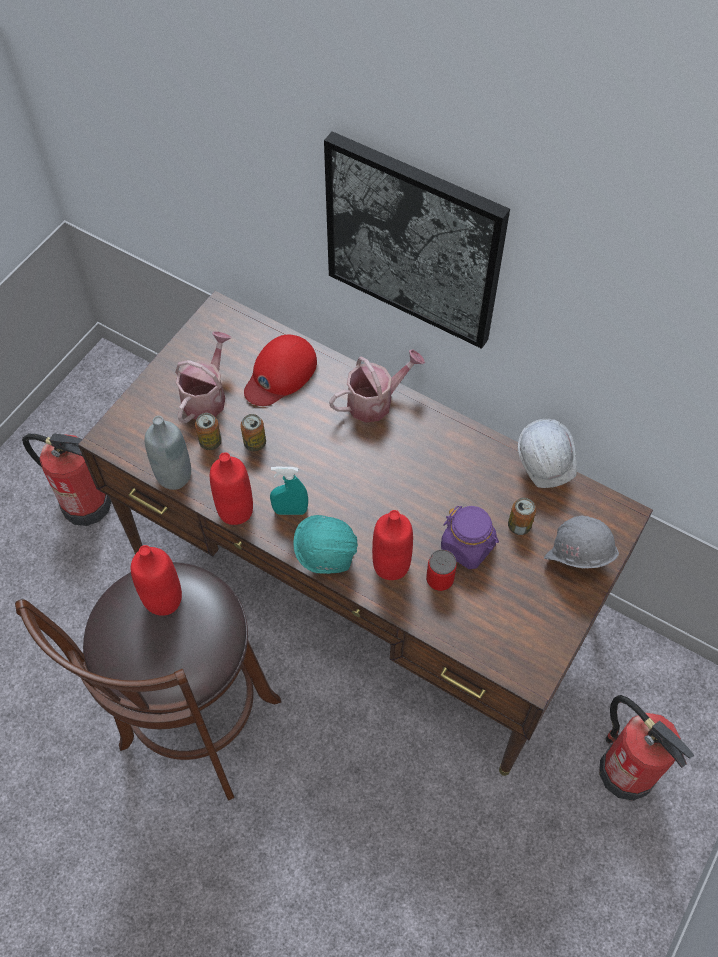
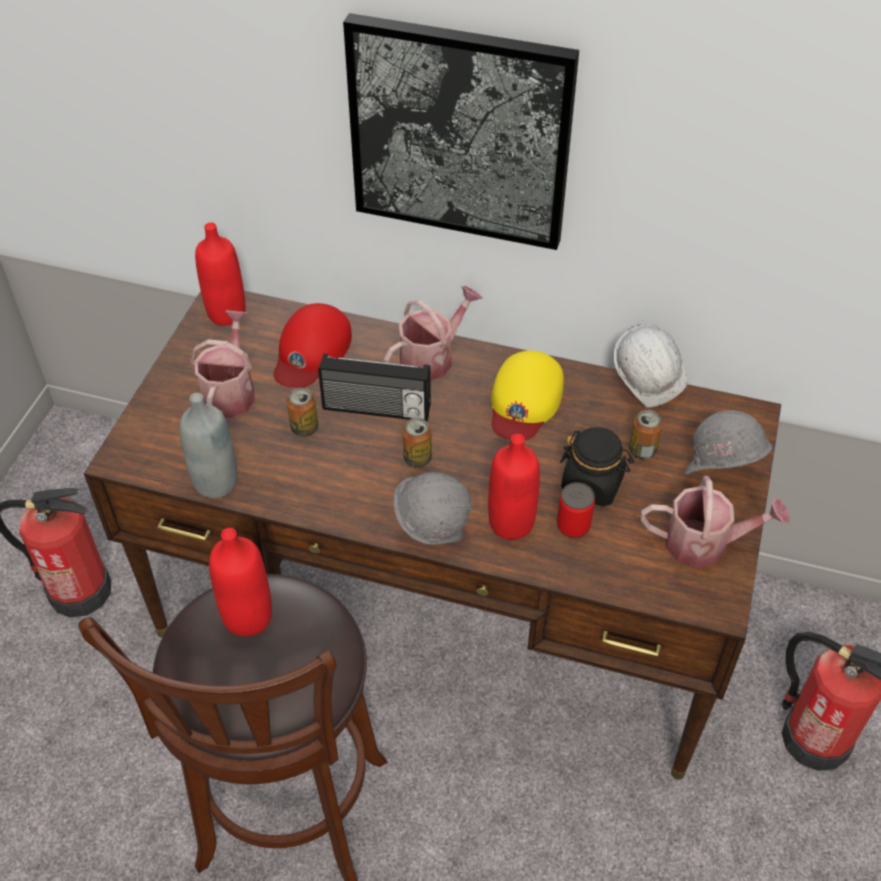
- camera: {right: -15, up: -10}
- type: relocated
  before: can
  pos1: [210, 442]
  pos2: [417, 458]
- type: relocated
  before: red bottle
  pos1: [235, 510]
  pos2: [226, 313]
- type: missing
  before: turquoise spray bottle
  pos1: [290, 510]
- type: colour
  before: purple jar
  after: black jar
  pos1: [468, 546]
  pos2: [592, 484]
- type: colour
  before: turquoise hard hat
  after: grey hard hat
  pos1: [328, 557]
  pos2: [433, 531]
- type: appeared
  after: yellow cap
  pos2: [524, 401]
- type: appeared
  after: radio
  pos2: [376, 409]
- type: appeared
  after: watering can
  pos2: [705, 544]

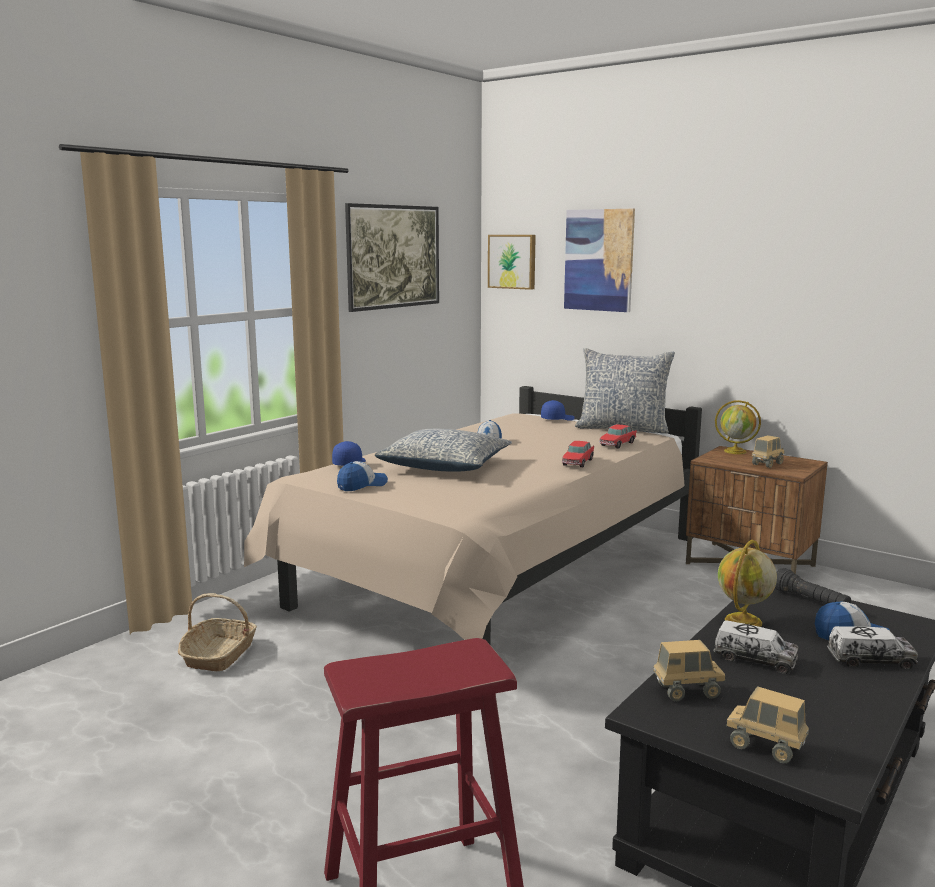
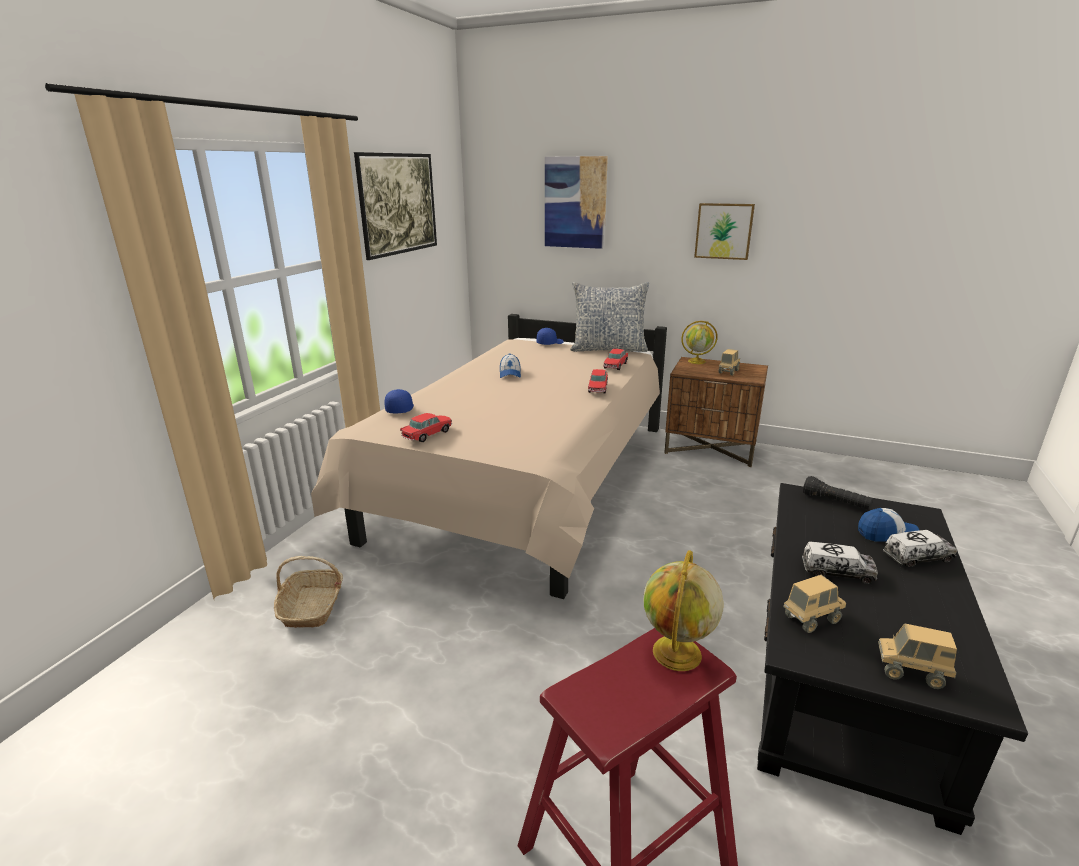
- camera: {right: -15, up: 10}
- type: relocated
  before: picture
  pos1: [512, 261]
  pos2: [724, 231]
- type: missing
  before: pillow
  pos1: [445, 466]
- type: exchanged
  before: cap
  after: toy car
  pos1: [362, 485]
  pos2: [428, 434]
- type: relocated
  before: globe
  pos1: [743, 622]
  pos2: [677, 654]

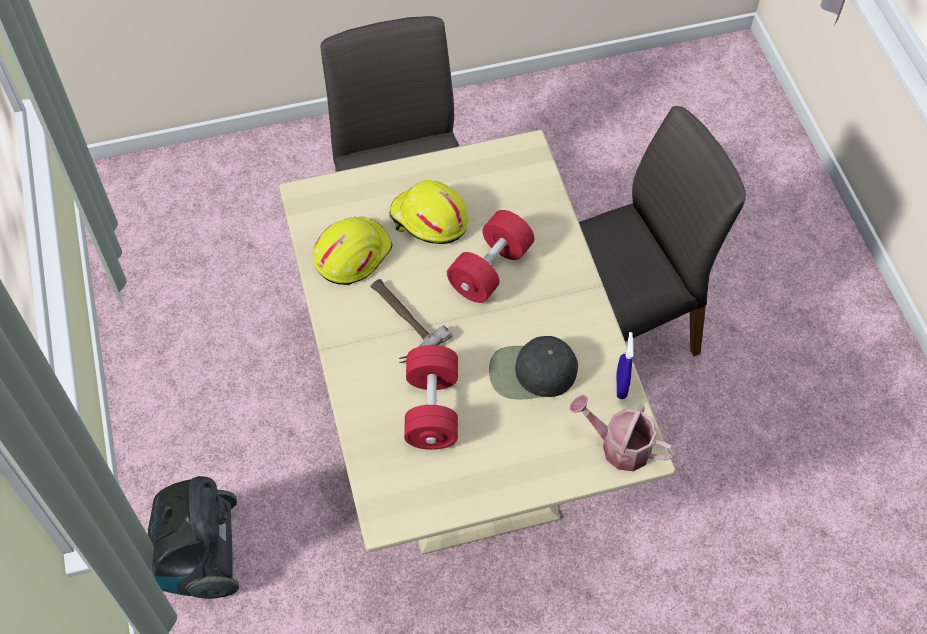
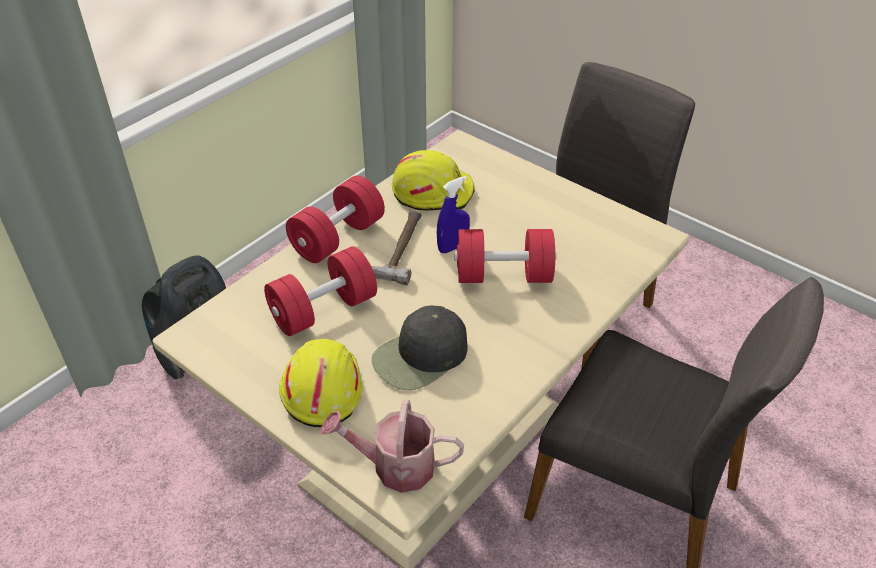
- camera: {right: 55, up: -15}
- type: relocated
  before: yellow hard hat
  pos1: [429, 220]
  pos2: [320, 389]
- type: relocated
  before: blue spray bottle
  pos1: [621, 386]
  pos2: [453, 247]
- type: spun
  before: black cap
  pos1: [531, 373]
  pos2: [420, 356]
  turn: -90
- type: spun
  before: watering can
  pos1: [619, 446]
  pos2: [395, 466]
  turn: -75
- type: appeared
  after: red dumbbell
  pos2: [338, 238]

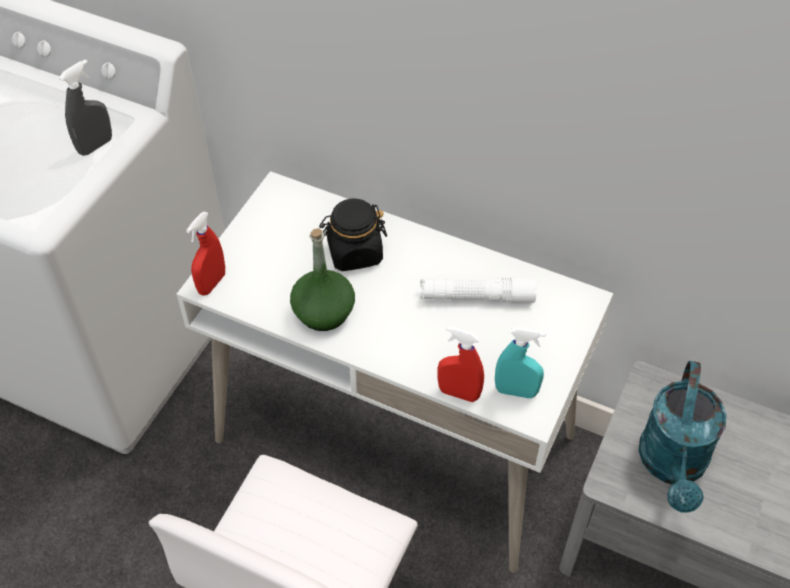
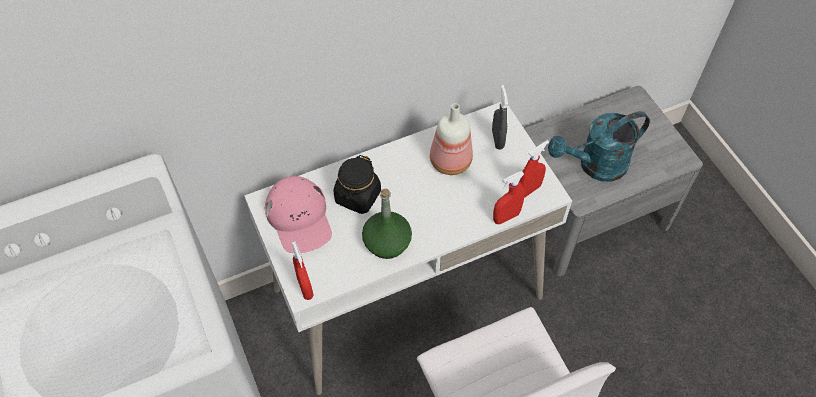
- camera: {right: -50, up: 5}
- type: relocated
  before: grey spray bottle
  pos1: [95, 146]
  pos2: [497, 139]
- type: exchanged
  before: white flashlight
  after: bottle
  pos1: [476, 297]
  pos2: [449, 161]
- type: colour
  before: turquoise spray bottle
  after: red spray bottle
  pos1: [516, 391]
  pos2: [528, 190]
- type: spun
  before: turquoise watering can
  pos1: [673, 466]
  pos2: [595, 166]
  turn: 105
- type: appeared
  after: pink cap
  pos2: [299, 218]

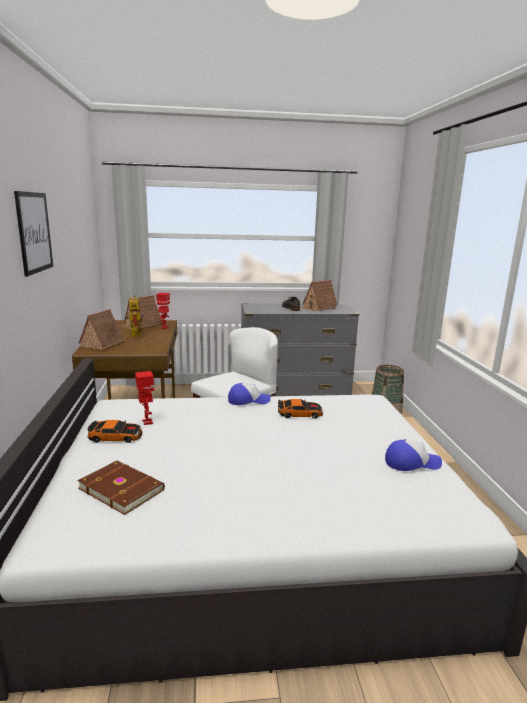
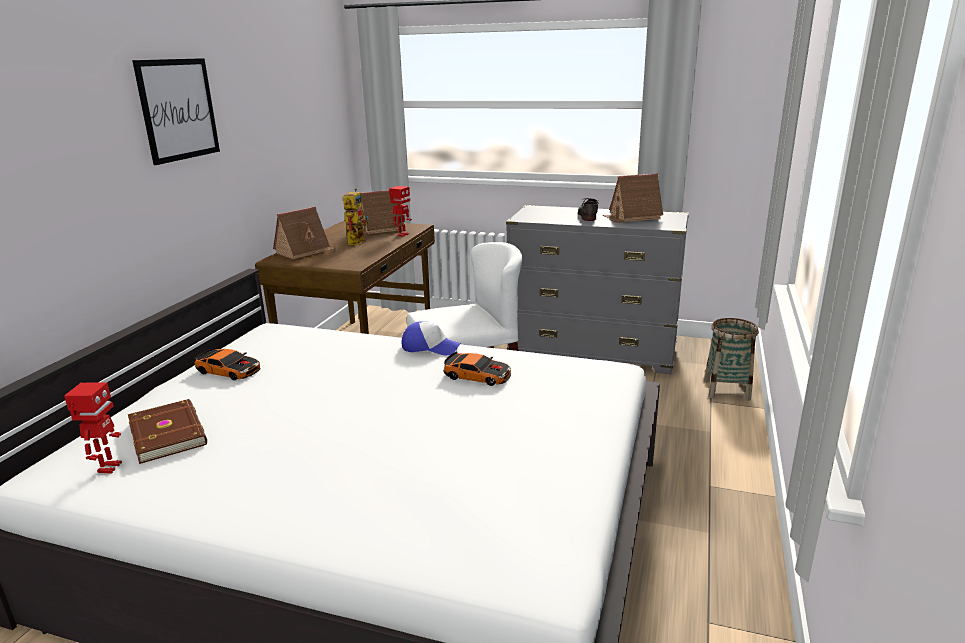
- camera: {right: 25, up: 5}
- type: relocated
  before: toy robot
  pos1: [147, 422]
  pos2: [108, 468]
- type: missing
  before: cap
  pos1: [411, 463]

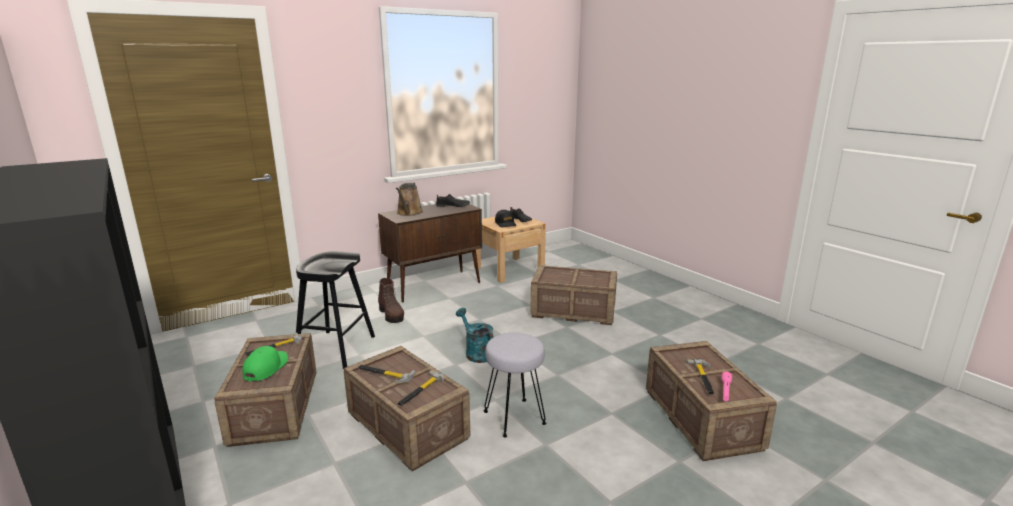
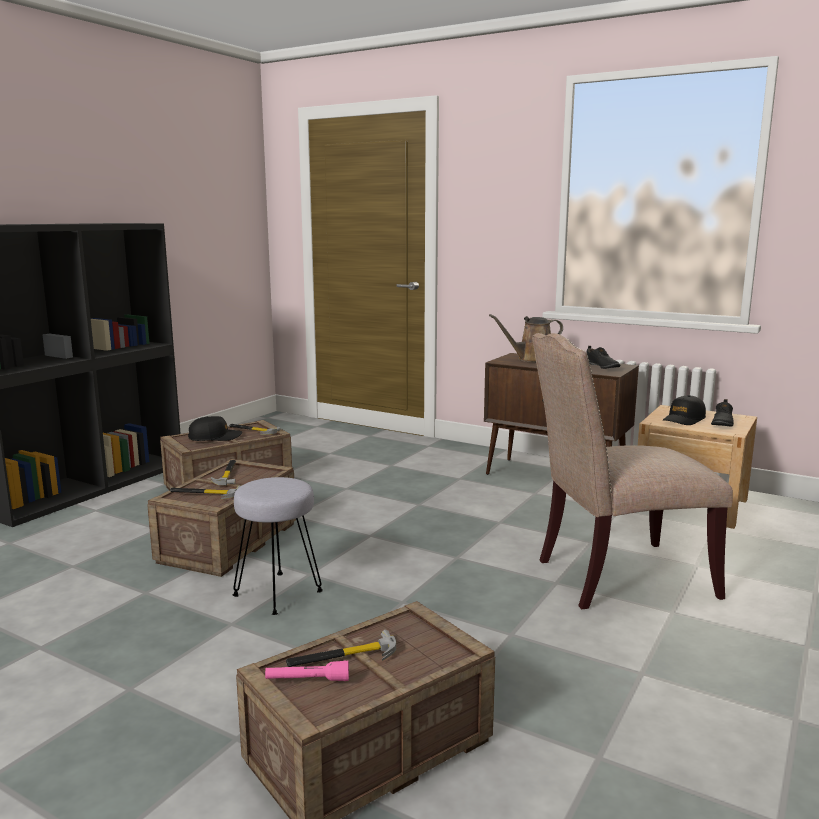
- camera: {right: 65, up: -5}
- type: missing
  before: black stool
  pos1: [336, 349]
- type: exchanged
  before: crate
  after: beige chair
  pos1: [573, 311]
  pos2: [617, 578]
- type: missing
  before: brown boot
  pos1: [391, 315]
- type: missing
  before: turquoise watering can
  pos1: [476, 353]
- type: colour
  before: green cap
  after: black cap
  pos1: [266, 368]
  pos2: [215, 437]

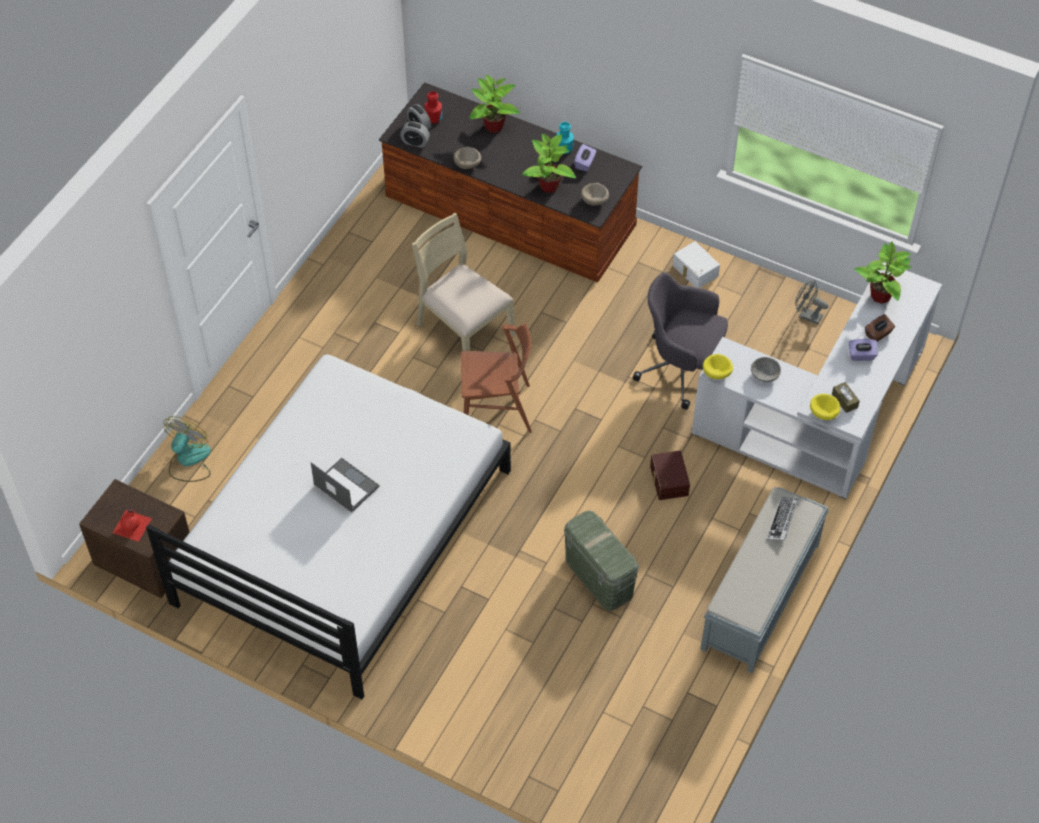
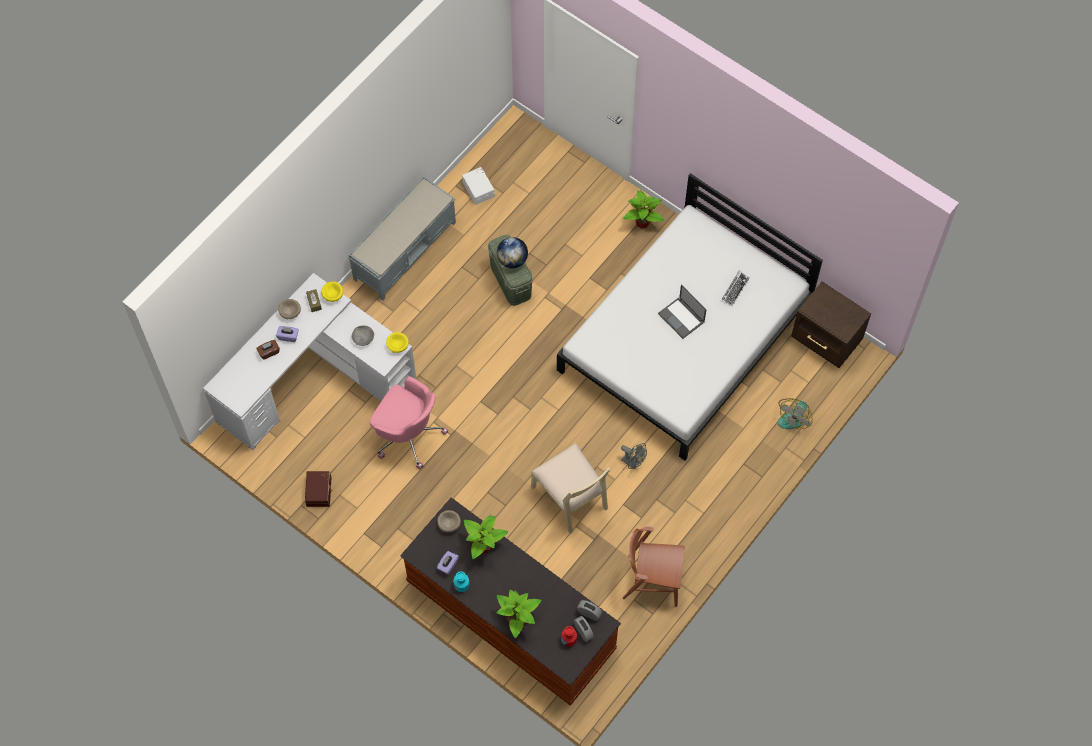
- camera: {right: -170, up: 10}
- type: relocated
  before: beige bowl
  pos1: [468, 164]
  pos2: [289, 312]
- type: relocated
  before: white storage box
  pos1: [694, 271]
  pos2: [479, 189]
- type: relocated
  before: potted plant
  pos1: [880, 296]
  pos2: [643, 222]
- type: colour
  before: grey office chair
  after: pink office chair
  pos1: [681, 369]
  pos2: [408, 434]
- type: relocated
  before: grey fan
  pos1: [806, 316]
  pos2: [633, 463]
- type: relocated
  before: brown chair
  pos1: [496, 409]
  pos2: [652, 580]
- type: relocated
  before: brown storage box
  pos1: [668, 481]
  pos2: [319, 491]
- type: relocated
  before: keyboard
  pos1: [782, 521]
  pos2: [735, 289]
- type: missing
  before: red bottle
  pos1: [133, 525]
- type: appeared
  after: globe
  pos2: [512, 260]

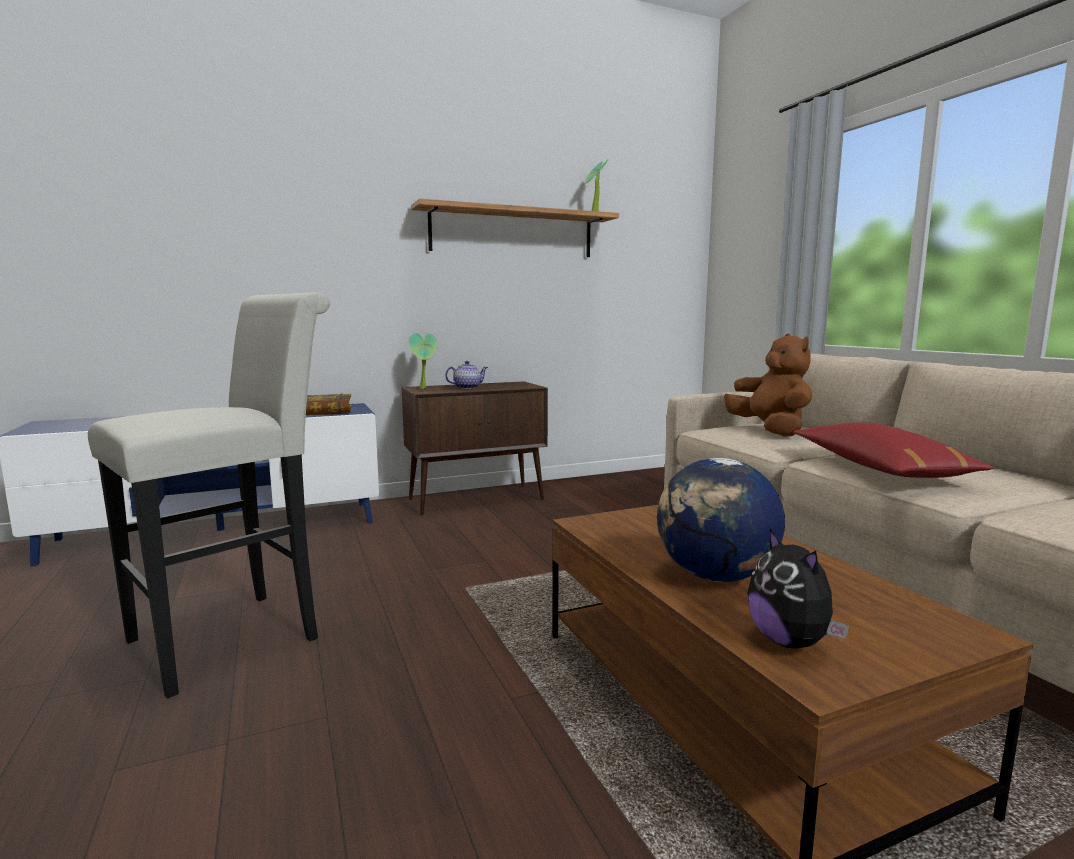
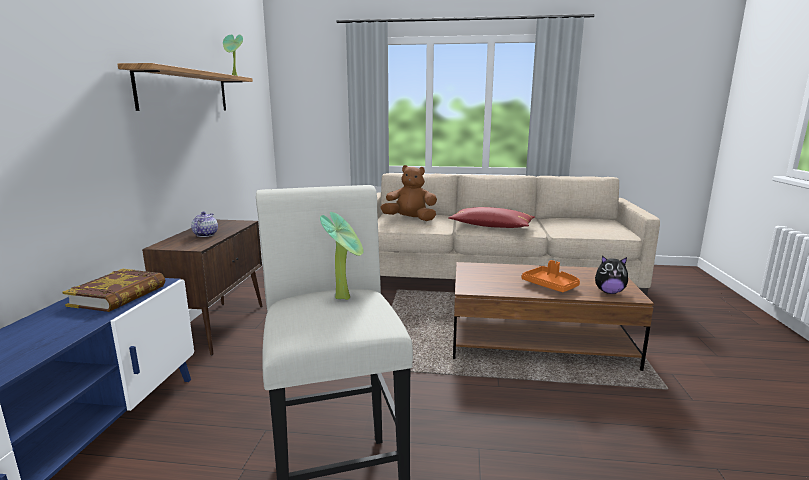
- camera: {right: -60, up: 5}
- type: relocated
  before: potted plant
  pos1: [424, 388]
  pos2: [345, 297]
- type: exchanged
  before: globe
  after: orange tray
  pos1: [715, 576]
  pos2: [551, 285]

